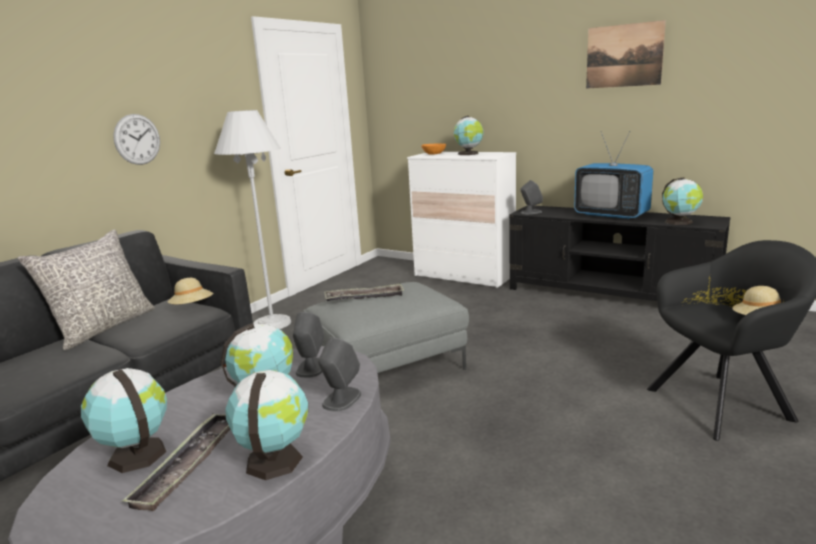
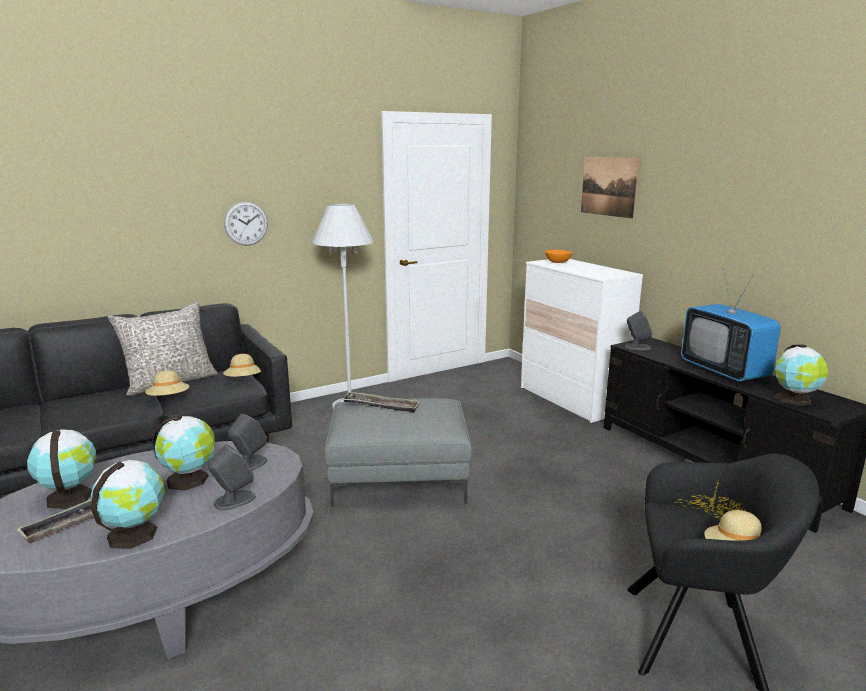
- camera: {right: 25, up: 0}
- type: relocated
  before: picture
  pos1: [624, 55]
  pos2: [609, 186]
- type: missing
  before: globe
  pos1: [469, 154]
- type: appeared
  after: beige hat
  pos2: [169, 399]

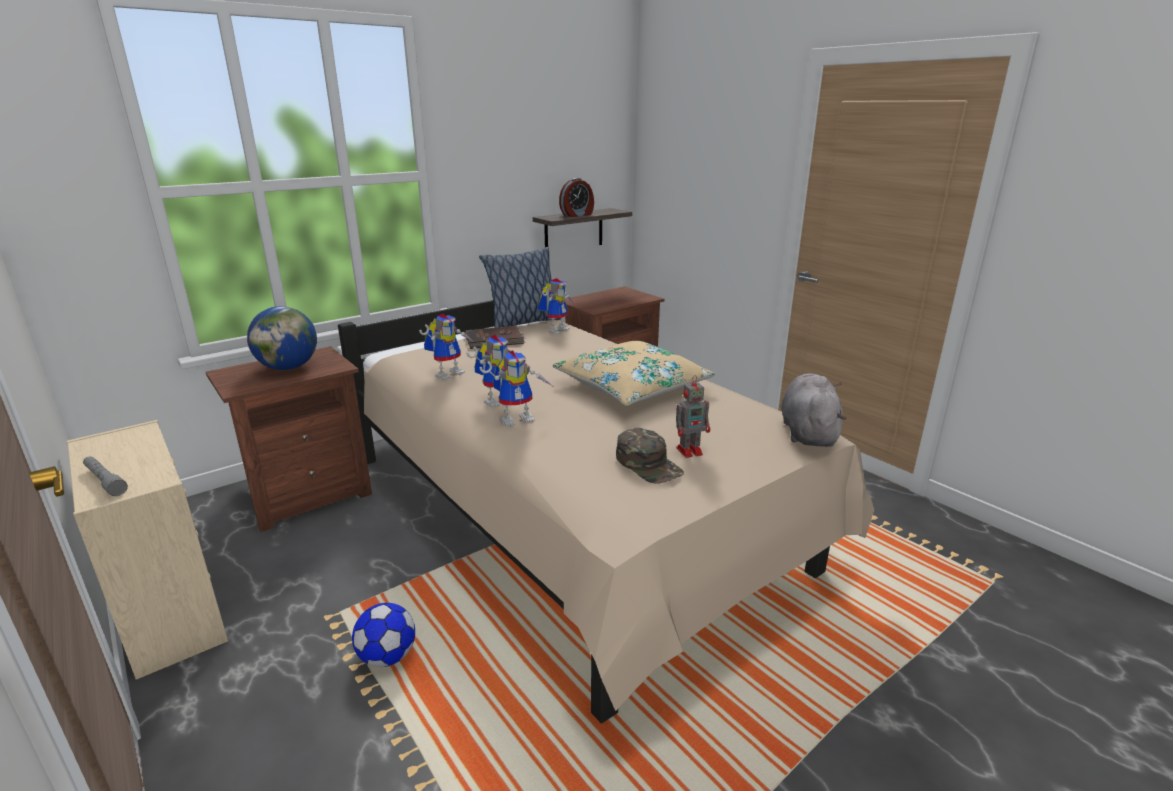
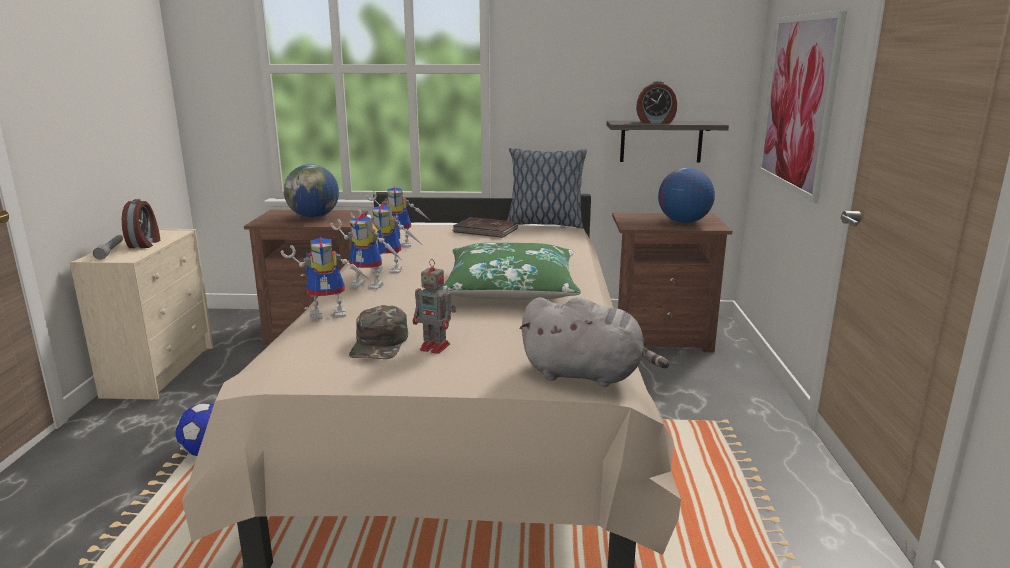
- camera: {right: 40, up: -5}
- type: relocated
  before: toy robot
  pos1: [557, 329]
  pos2: [331, 313]
- type: colour
  before: beige pillow
  after: green pillow
  pos1: [632, 387]
  pos2: [511, 289]
- type: spun
  before: grey plush toy
  pos1: [808, 432]
  pos2: [587, 375]
  turn: 60
- type: appeared
  after: picture
  pos2: [798, 103]
- type: appeared
  after: globe
  pos2: [683, 222]
- type: appeared
  after: alarm clock
  pos2: [145, 244]

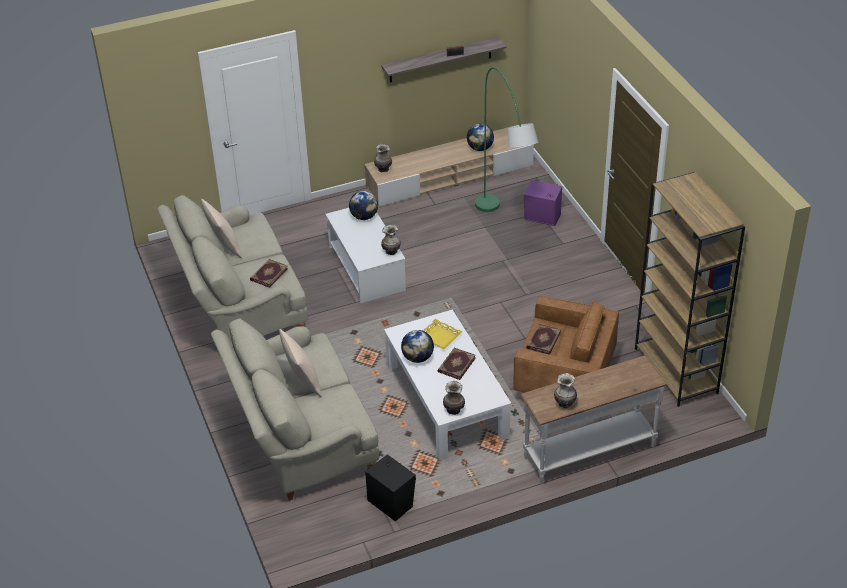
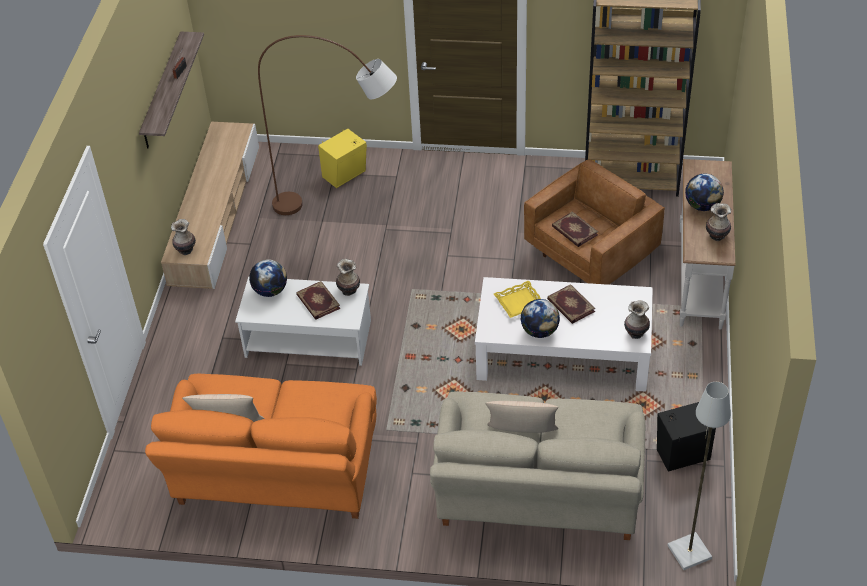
- camera: {right: -60, up: 5}
- type: colour
  before: green floor lamp
  after: brown floor lamp
  pos1: [504, 232]
  pos2: [343, 210]
- type: relocated
  before: globe
  pos1: [480, 148]
  pos2: [702, 206]
- type: colour
  before: purple speaker
  after: yellow speaker
  pos1: [542, 218]
  pos2: [346, 174]
- type: colour
  before: beige sofa
  after: orange sofa
  pos1: [238, 304]
  pos2: [276, 476]
- type: relocated
  before: book
  pos1: [268, 274]
  pos2: [317, 302]
- type: appeared
  after: grey floor lamp
  pos2: [689, 553]

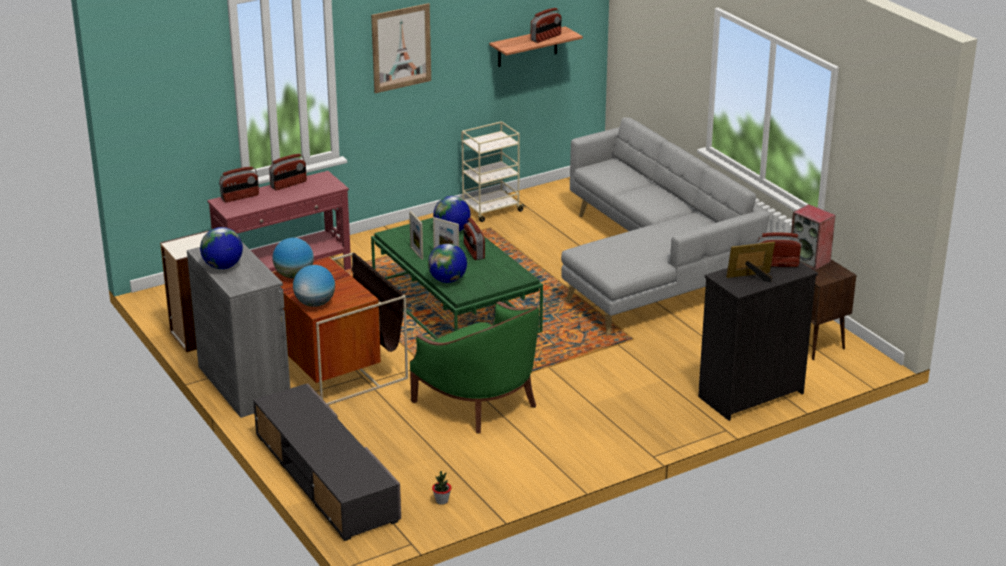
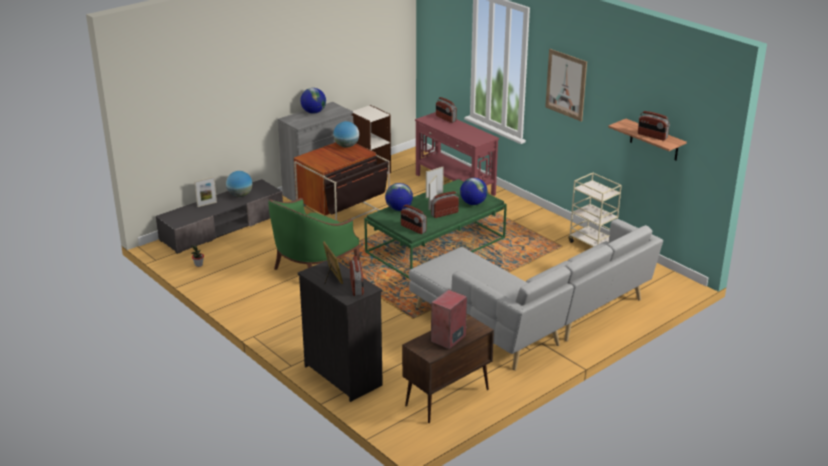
- camera: {right: 80, up: 0}
- type: relocated
  before: radio
  pos1: [288, 184]
  pos2: [413, 228]
- type: relocated
  before: globe
  pos1: [315, 304]
  pos2: [240, 195]
- type: appeared
  after: picture frame
  pos2: [207, 204]

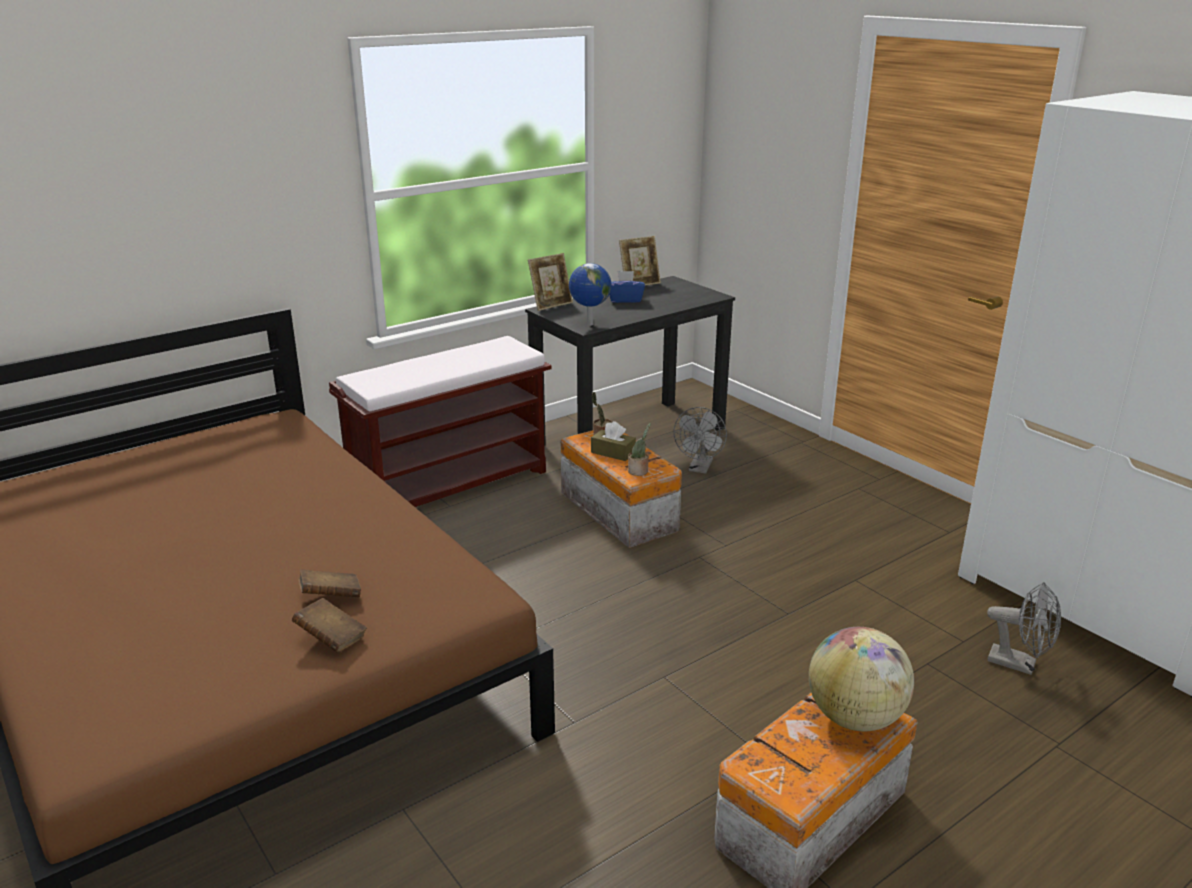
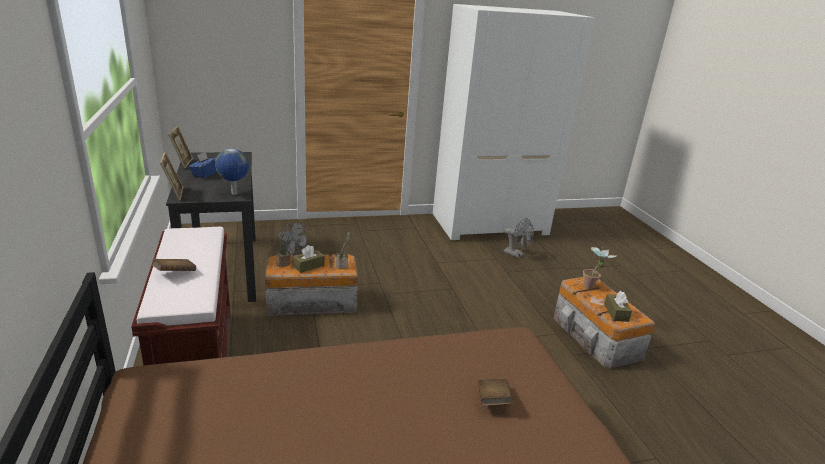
- camera: {right: -70, up: 0}
- type: spun
  before: grey fan
  pos1: [1019, 664]
  pos2: [516, 254]
  turn: 75
- type: relocated
  before: brown book
  pos1: [331, 639]
  pos2: [175, 273]
- type: exchanged
  before: globe
  after: potted plant
  pos1: [855, 717]
  pos2: [592, 286]
- type: appeared
  after: brown tissue box
  pos2: [616, 313]

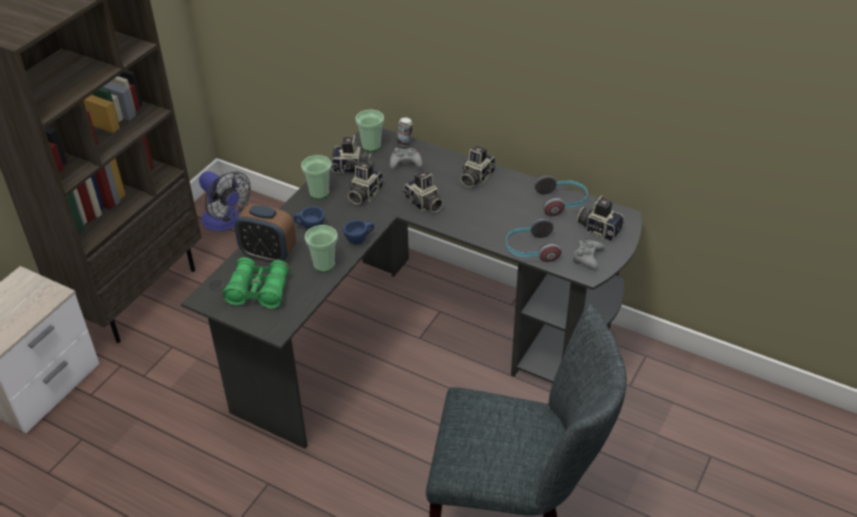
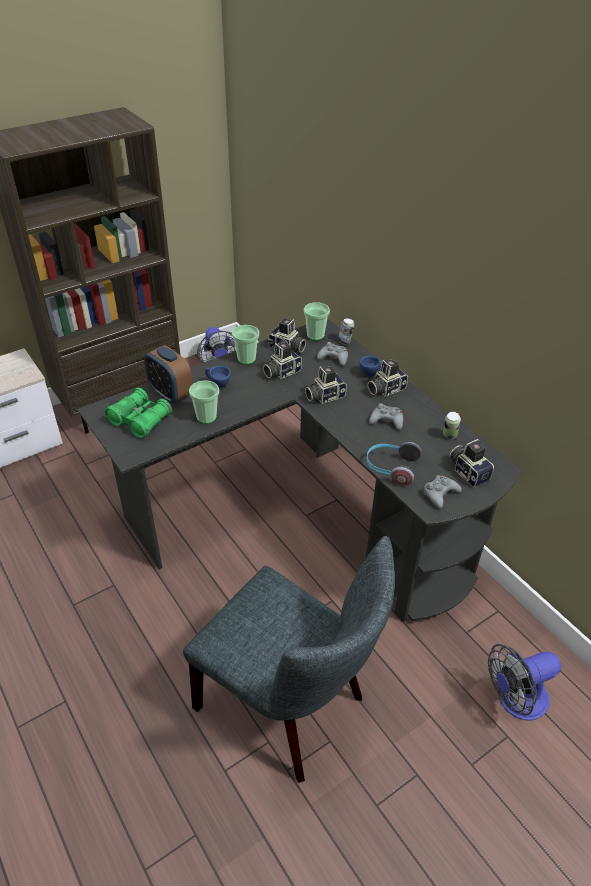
- camera: {right: 25, up: 0}
- type: spun
  before: photo camera
  pos1: [423, 204]
  pos2: [324, 396]
  turn: 75
- type: exchanged
  before: headphones
  after: can
  pos1: [562, 203]
  pos2: [449, 436]
- type: relocated
  before: blue cup
  pos1: [359, 240]
  pos2: [372, 374]
- type: appeared
  after: grey game controller
  pos2: [386, 421]
- type: appeared
  after: fan
  pos2: [515, 700]

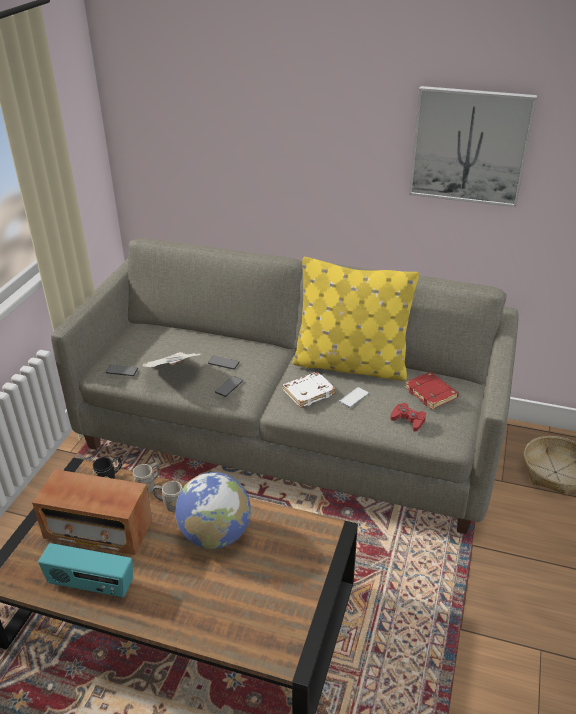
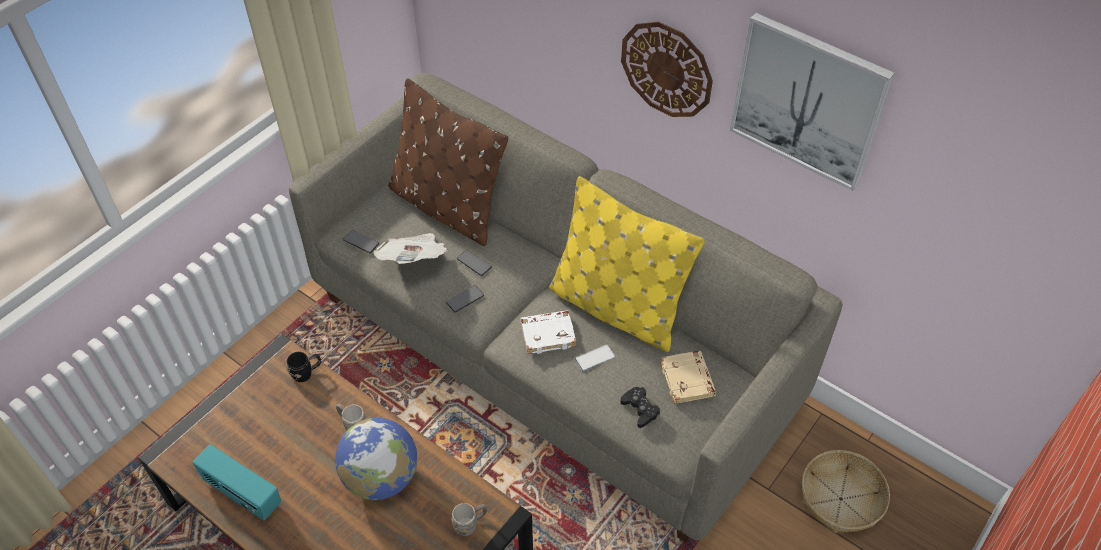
- camera: {right: 20, up: 15}
- type: colour
  before: red book
  after: beige book
  pos1: [431, 393]
  pos2: [688, 380]
- type: colour
  before: red game controller
  after: black game controller
  pos1: [408, 420]
  pos2: [640, 409]
- type: relocated
  before: grey mug
  pos1: [149, 485]
  pos2: [470, 524]
- type: missing
  before: radio
  pos1: [98, 531]
- type: appeared
  after: wall clock
  pos2: [666, 69]
- type: appeared
  after: brown pillow
  pos2: [447, 207]

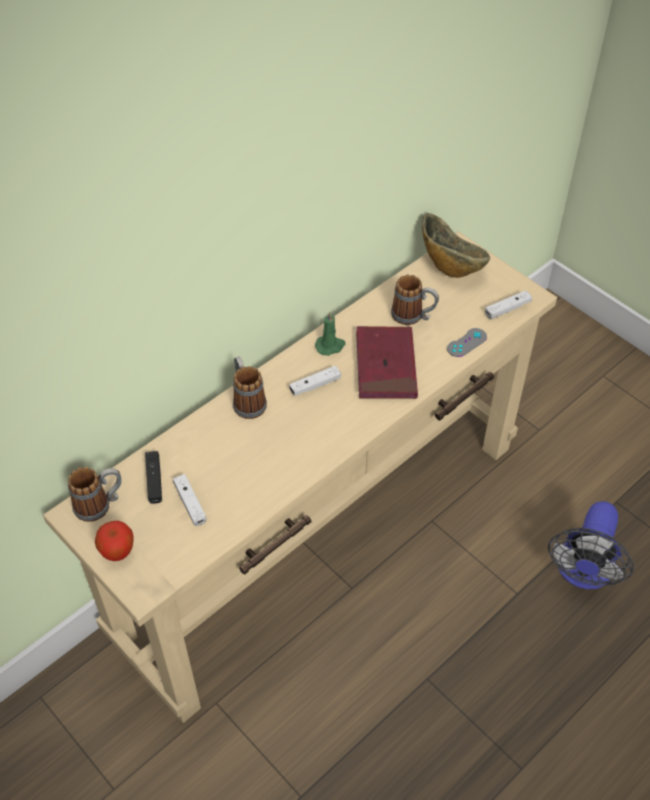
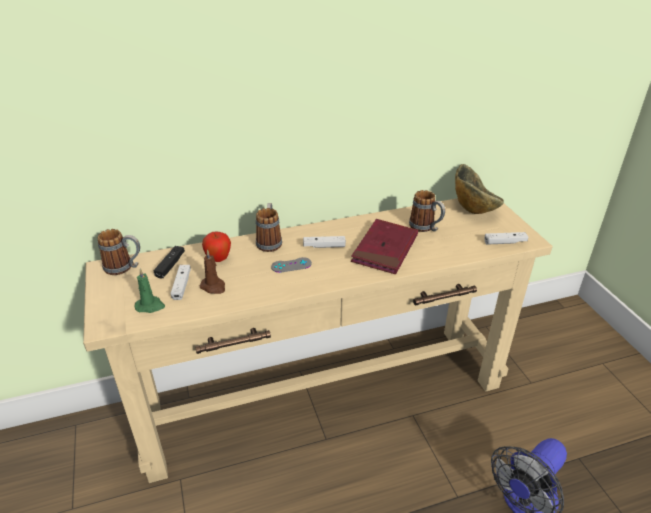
- camera: {right: 25, up: -15}
- type: relocated
  before: green candle
  pos1: [330, 346]
  pos2: [150, 306]
- type: relocated
  before: grey game controller
  pos1: [466, 342]
  pos2: [291, 265]
- type: relocated
  before: apple
  pos1: [118, 553]
  pos2: [218, 259]
- type: appeared
  after: brown candle
  pos2: [213, 287]

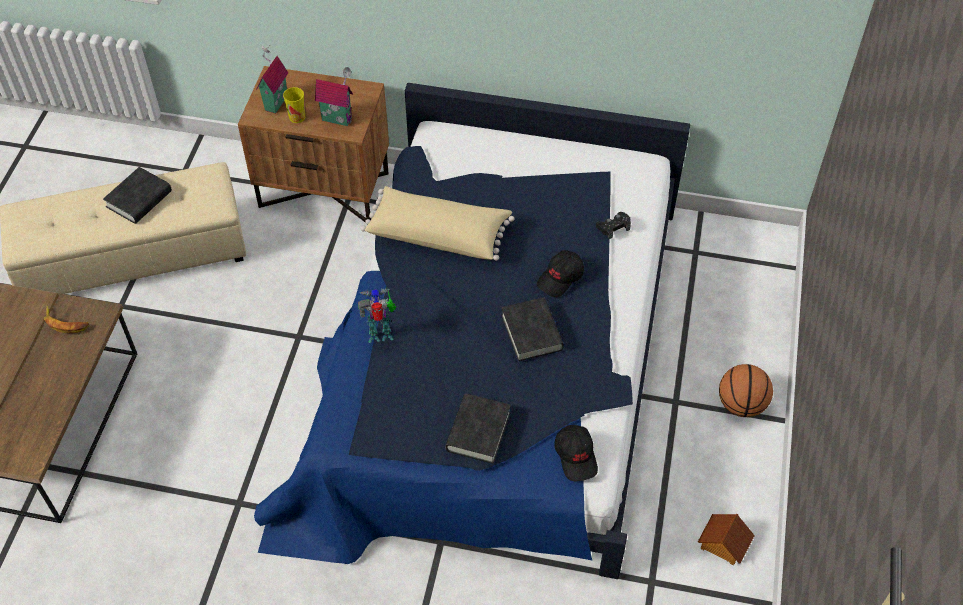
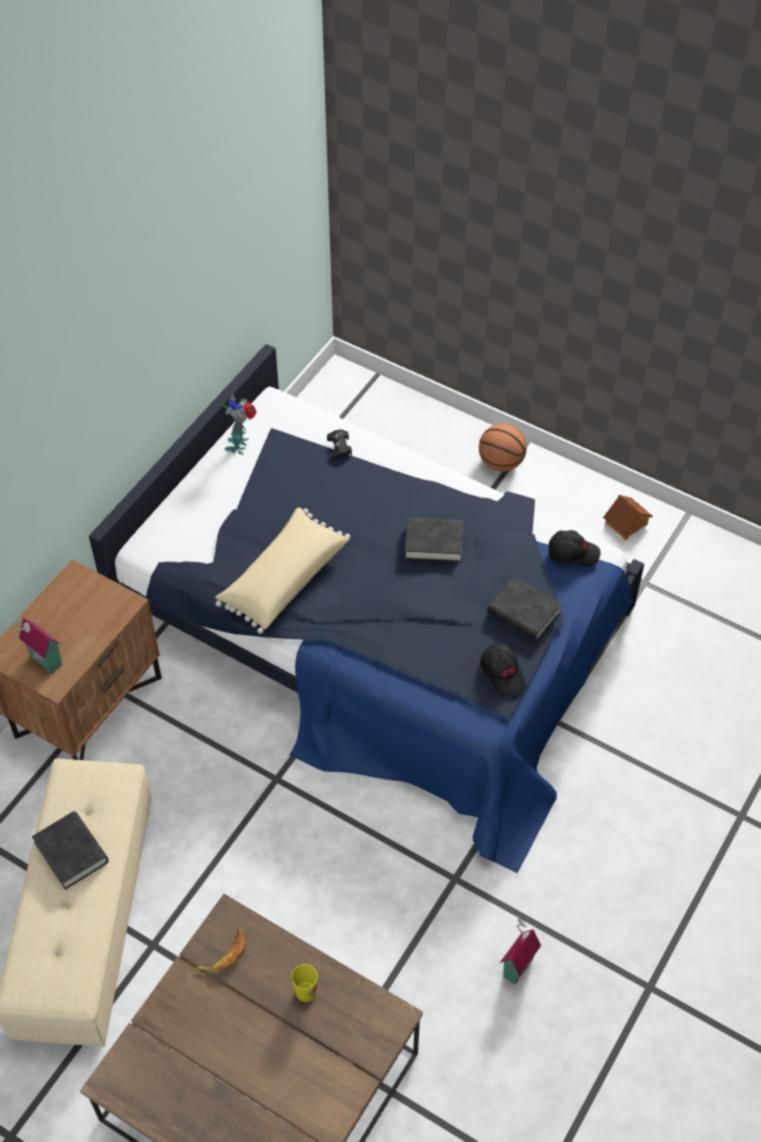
- camera: {right: -70, up: 0}
- type: relocated
  before: toy house
  pos1: [338, 117]
  pos2: [516, 966]
- type: relocated
  before: cup
  pos1: [297, 117]
  pos2: [306, 992]
- type: relocated
  before: black cap
  pos1: [561, 278]
  pos2: [503, 673]
- type: relocated
  before: toy robot
  pos1: [381, 335]
  pos2: [240, 444]

